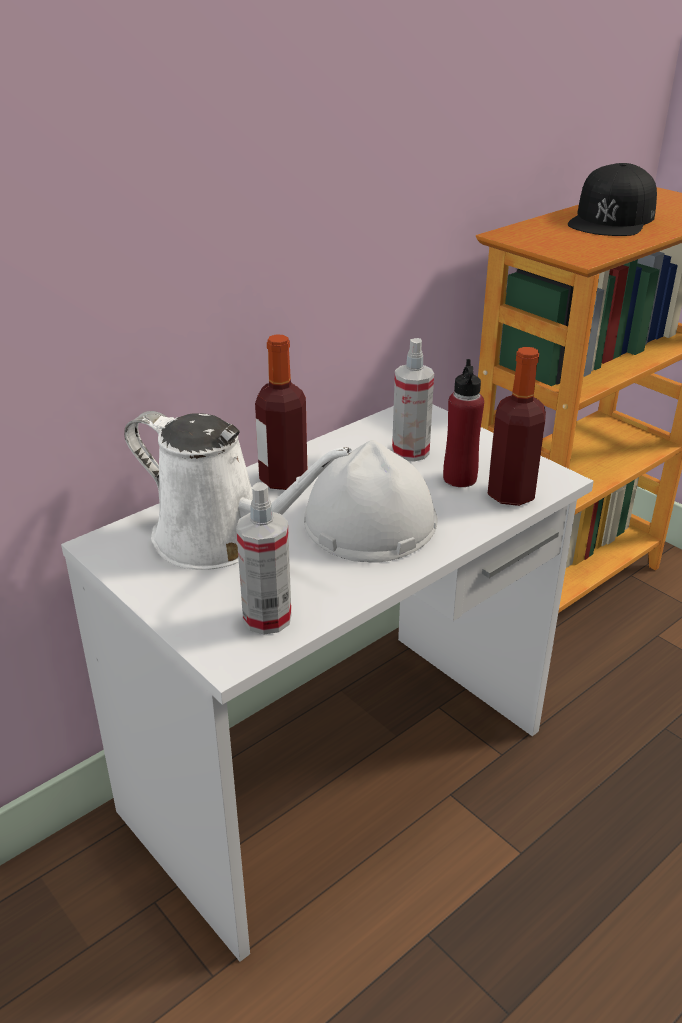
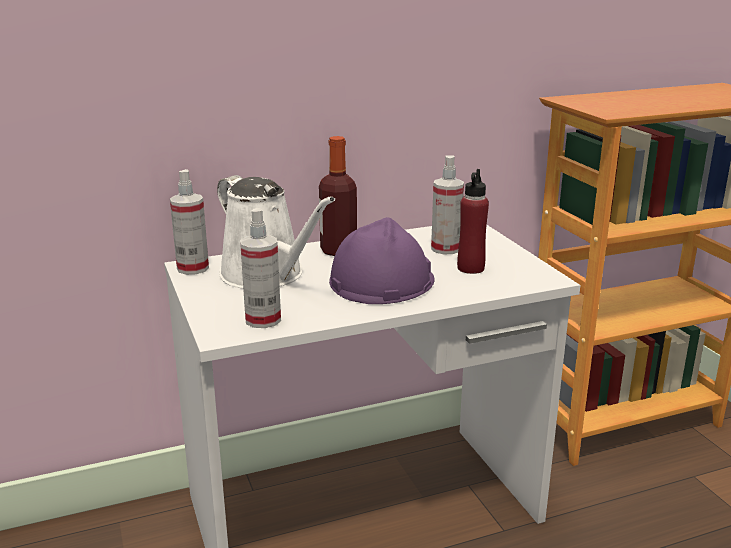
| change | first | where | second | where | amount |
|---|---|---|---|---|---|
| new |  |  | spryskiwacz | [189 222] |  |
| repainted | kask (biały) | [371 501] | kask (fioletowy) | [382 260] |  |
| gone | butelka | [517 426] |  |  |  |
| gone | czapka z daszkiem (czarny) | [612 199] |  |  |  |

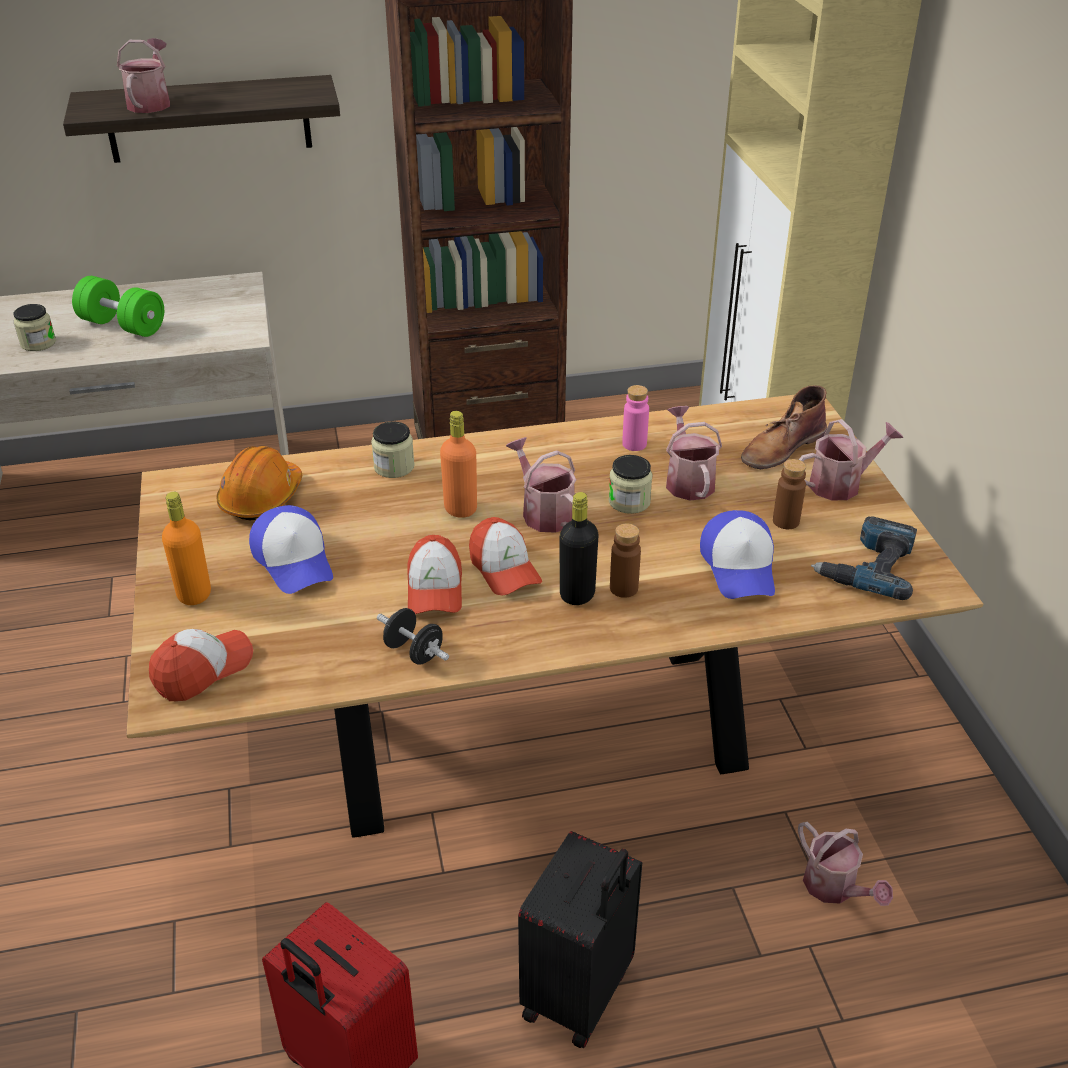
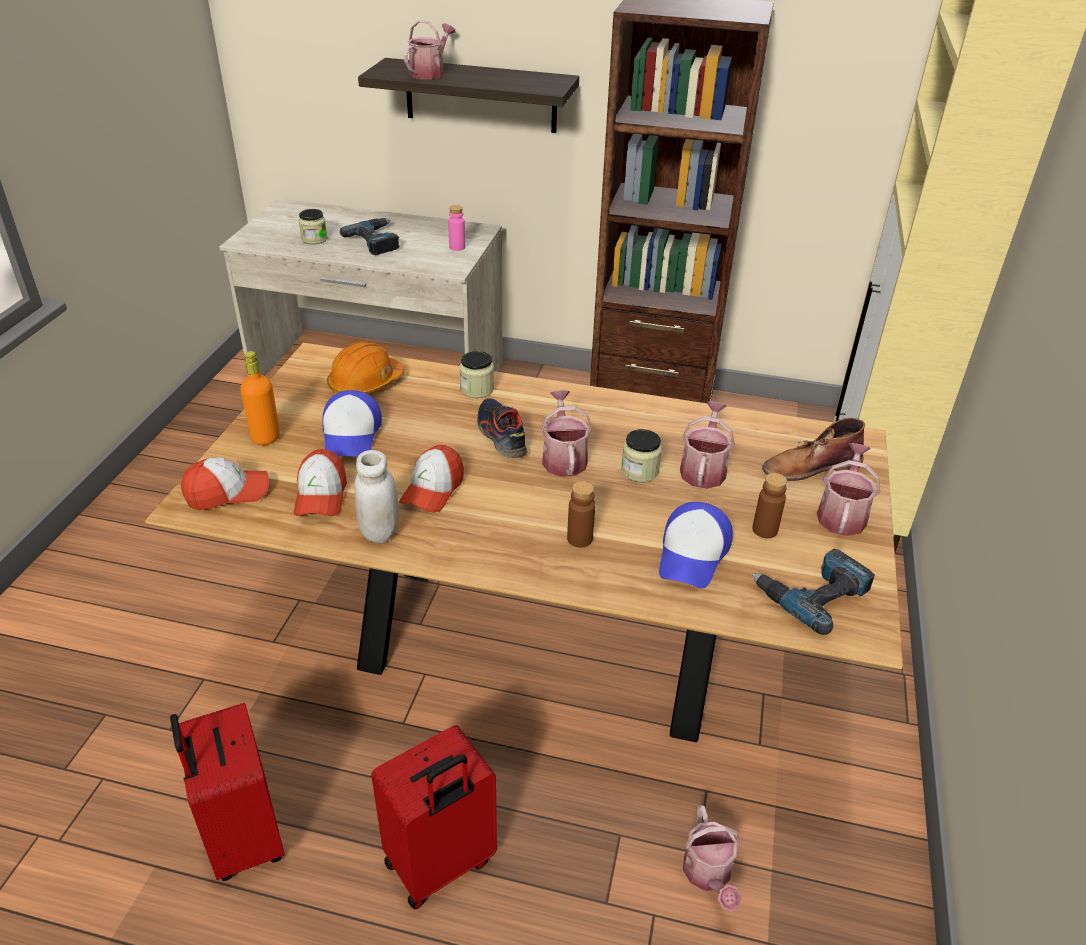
| change | first | where | second | where | amount |
|---|---|---|---|---|---|
| shifted | czapka z daszkiem | [505 556] |  | [320 482] |  |
| swapped | hantel (zielony) | [118 306] | wiertarka | [370 236] |  |
| swapped | hantel (czarny) | [413 636] | słoik (biały) | [377 496] |  |
| repainted | walizka (czarny) | [580 939] | walizka (czerwony) | [434 817] |  |
| shifted | butelka (różowy) | [635 418] |  | [456 228] |  |
| swapped | butelka (pomarańczowy) | [458 464] | but | [502 428] |  |
| rotated | konewka | [851 460] |  | [848 489] | 75 degrees counterclockwise |
| gone | butelka (czarny) | [579 548] |  |  |  |

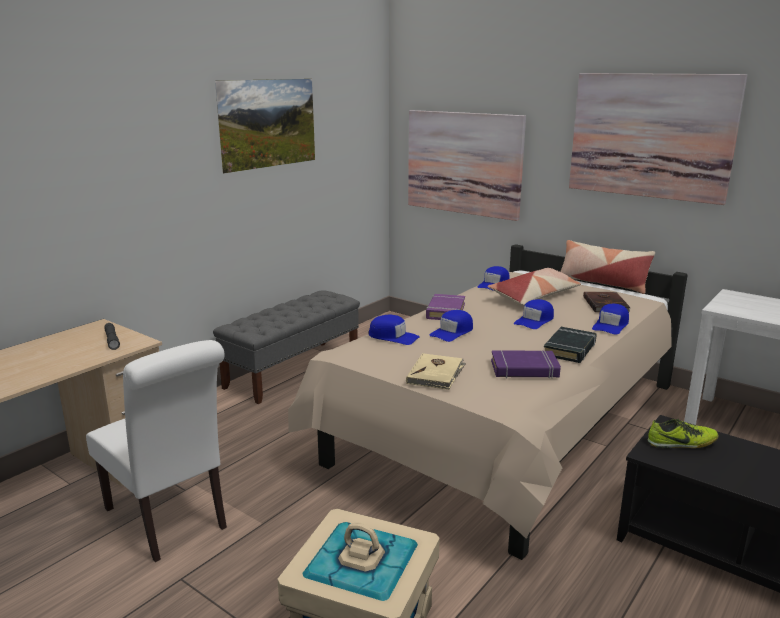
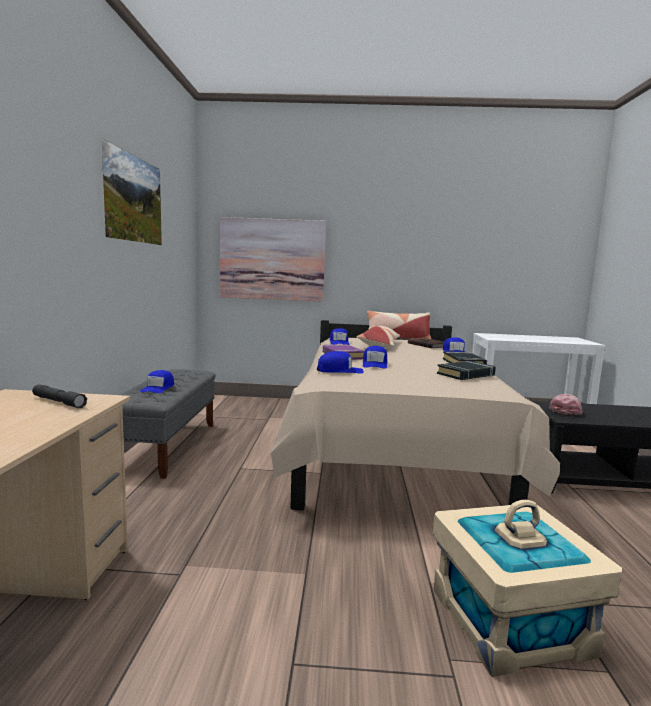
| change | first | where | second | where | amount |
|---|---|---|---|---|---|
| shifted | czapka z daszkiem (niebieski) | [534 314] |  | [157 381] |  |
| repainted | książka (fioletowy) | [526 364] | książka (czarny) | [466 370] |  |
| swapped | but | [683 433] | czapka z daszkiem (różowy) | [566 404] |  |
| gone | krzesło (biały) | [156 451] |  |  |  |
| gone | książka (beżowy) | [436 371] |  |  |  |
| gone | obraz | [658 139] |  |  |  |

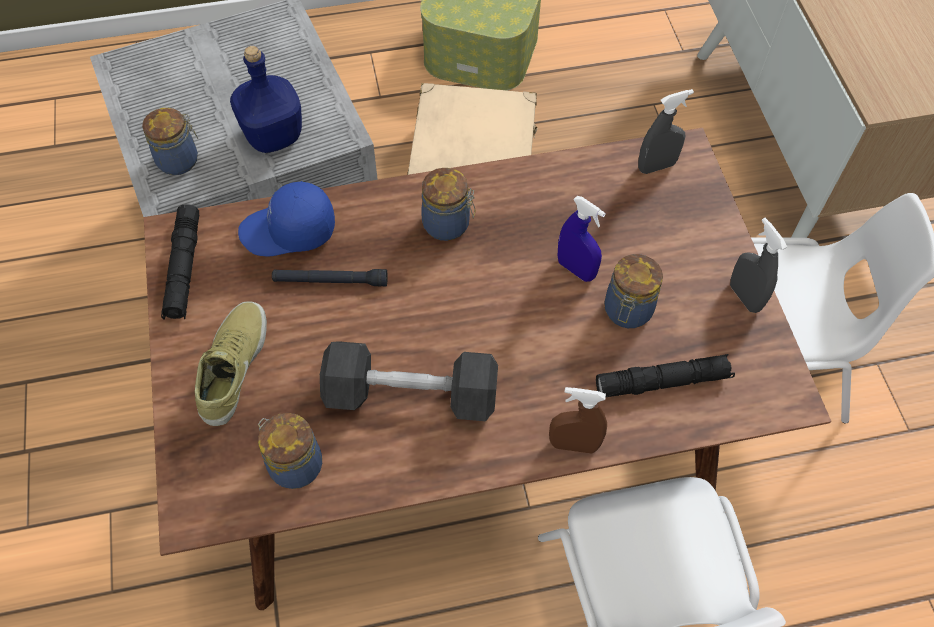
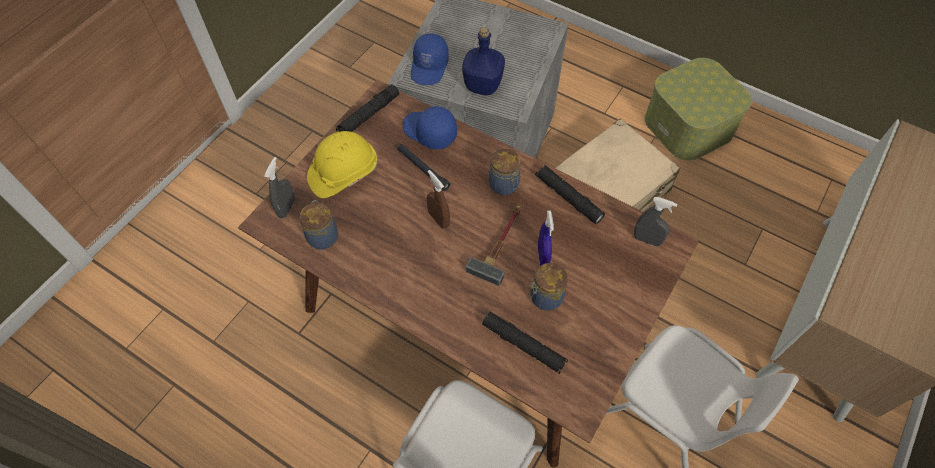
| change | first | where | second | where | amount |
|---|---|---|---|---|---|
| shifted | spryskiwacz (szary) | [758 265] |  | [279 187] |  |
| swapped | but (beżowy) | [230 363] | kask (żółty) | [342 164] |  |
| swapped | słoik | [170 141] | czapka z daszkiem (niebieski) | [430 59] |  |
| shifted | spryskiwacz (brązowy) | [578 420] |  | [438 199] |  |
| new |  |  | młotek | [493 246] |  |
| new |  |  | latarka (czarny) | [570 194] |  |
| gone | hantel (czarny) | [409 381] |  |  |  |

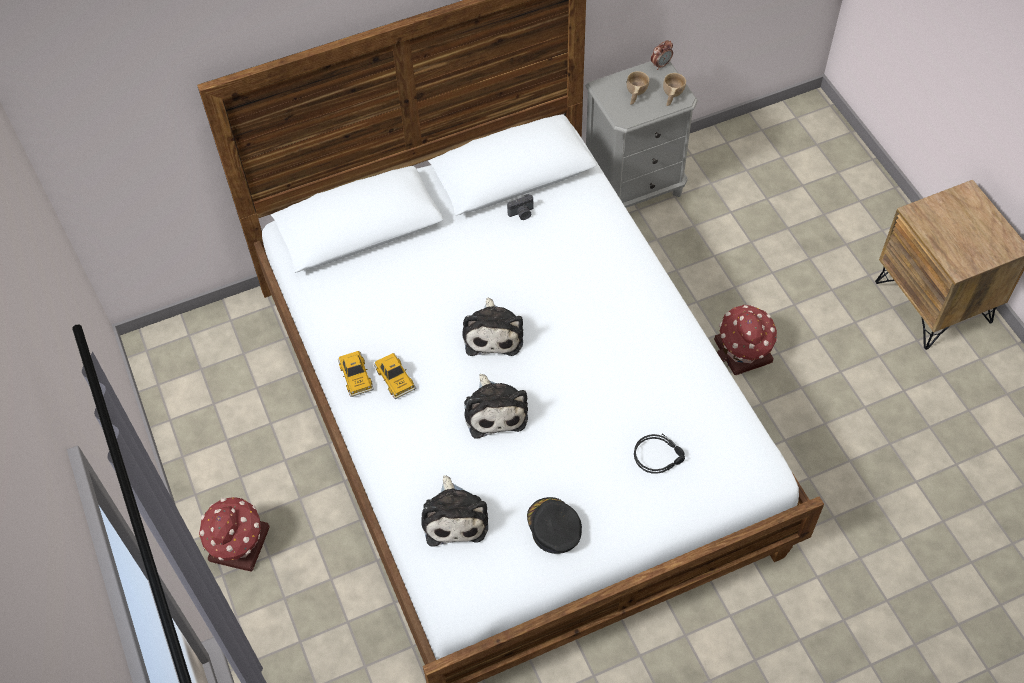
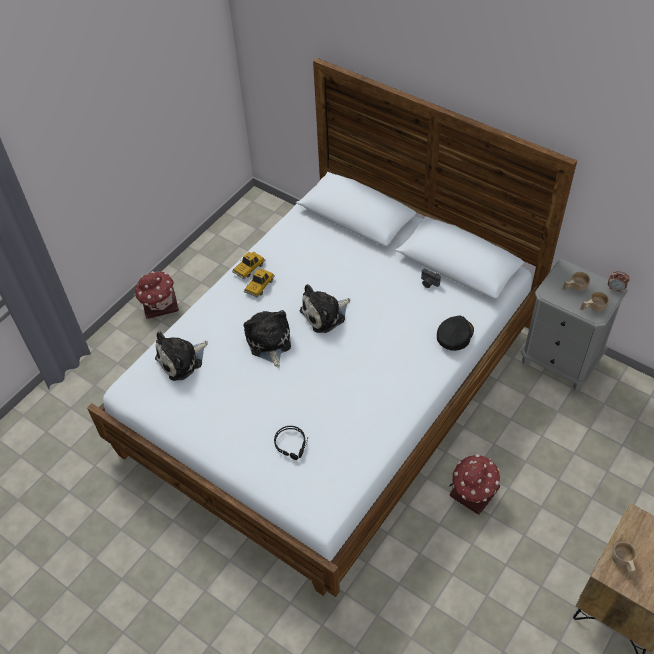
| change | first | where | second | where | amount |
|---|---|---|---|---|---|
| rotated | pluszak | [496 406] |  | [267 339] | 120 degrees clockwise |
| shifted | czapka z daszkiem (czarny) | [554 525] |  | [455 333] |  |
| new |  |  | filiżanka (beżowy) | [624 560] |  |

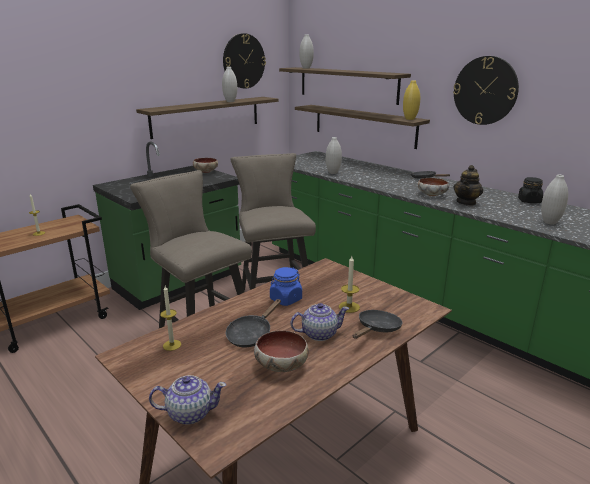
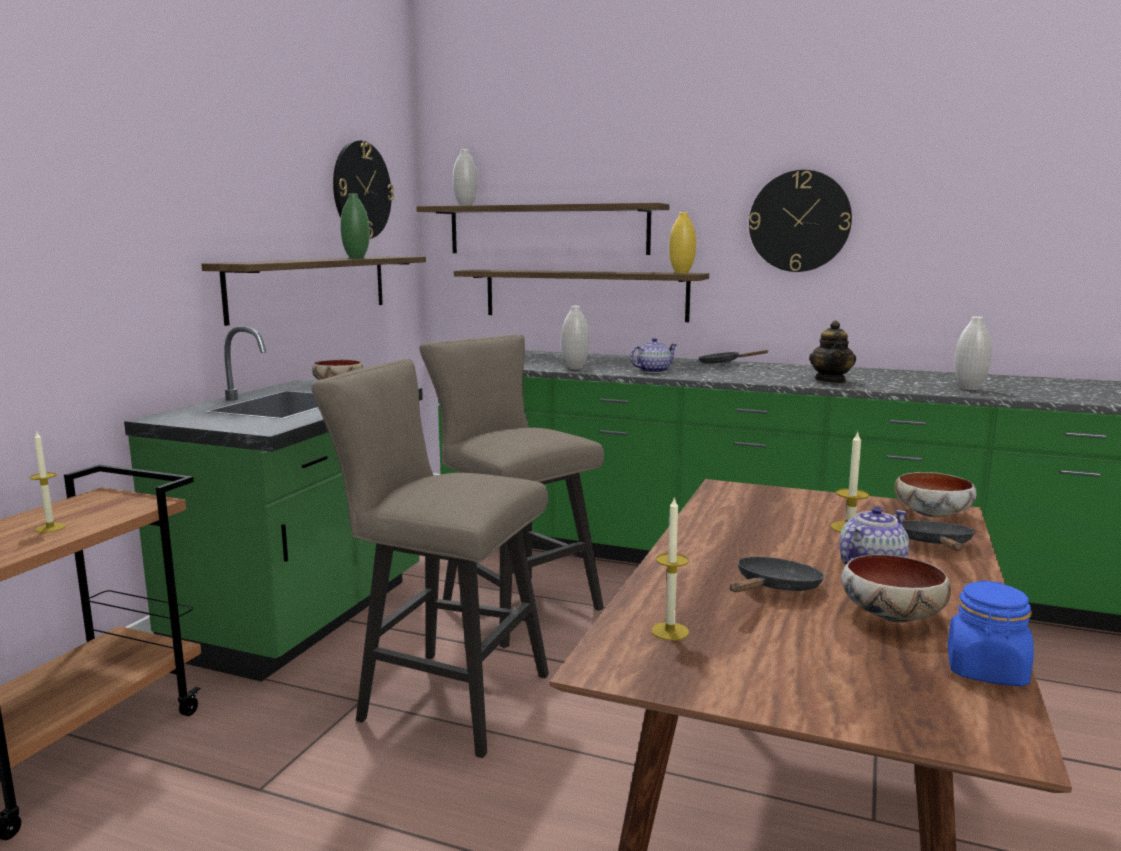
| change | first | where | second | where | amount |
|---|---|---|---|---|---|
| repainted | wazon (biały) | [229 84] | wazon (zielony) | [355 226] |  |
| shifted | imbryk | [187 400] |  | [653 355] |  |
| rotated | patelnia (czarny) | [253 323] |  | [777 574] | 150 degrees counterclockwise |
| shifted | miska | [433 187] |  | [936 495] |  |
| shifted | słoik (niebieski) | [286 286] |  | [990 633] |  |
| gone | słoik (czarny) | [530 190] |  |  |  |

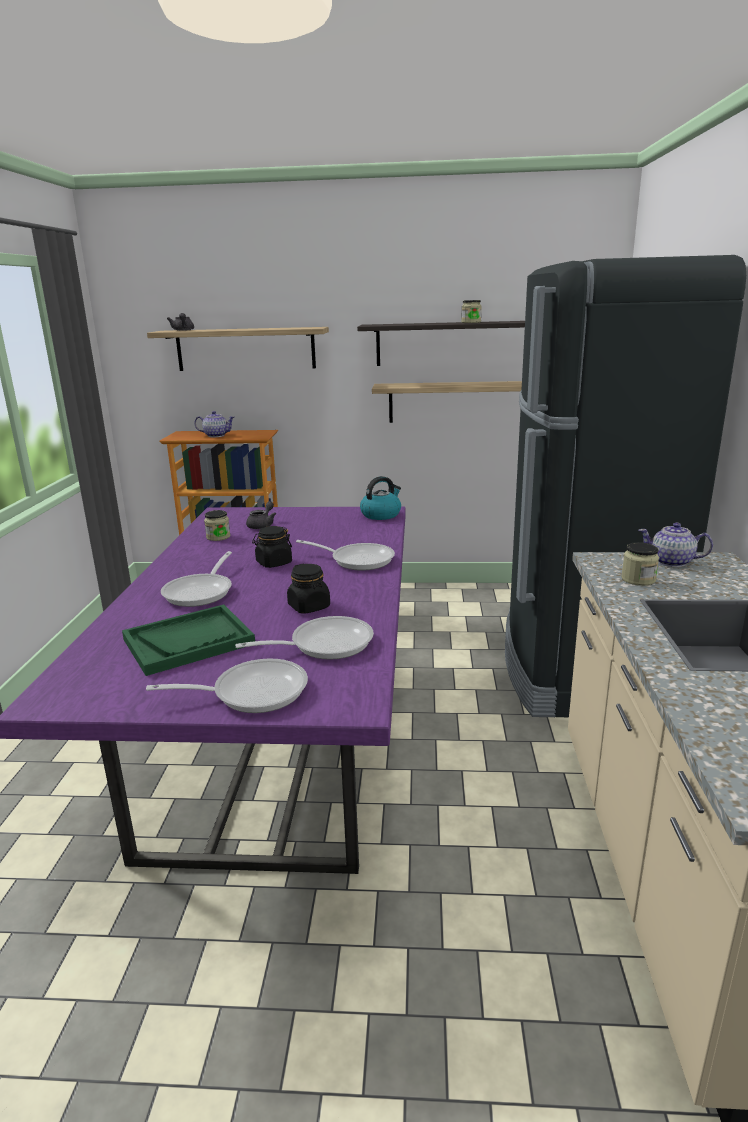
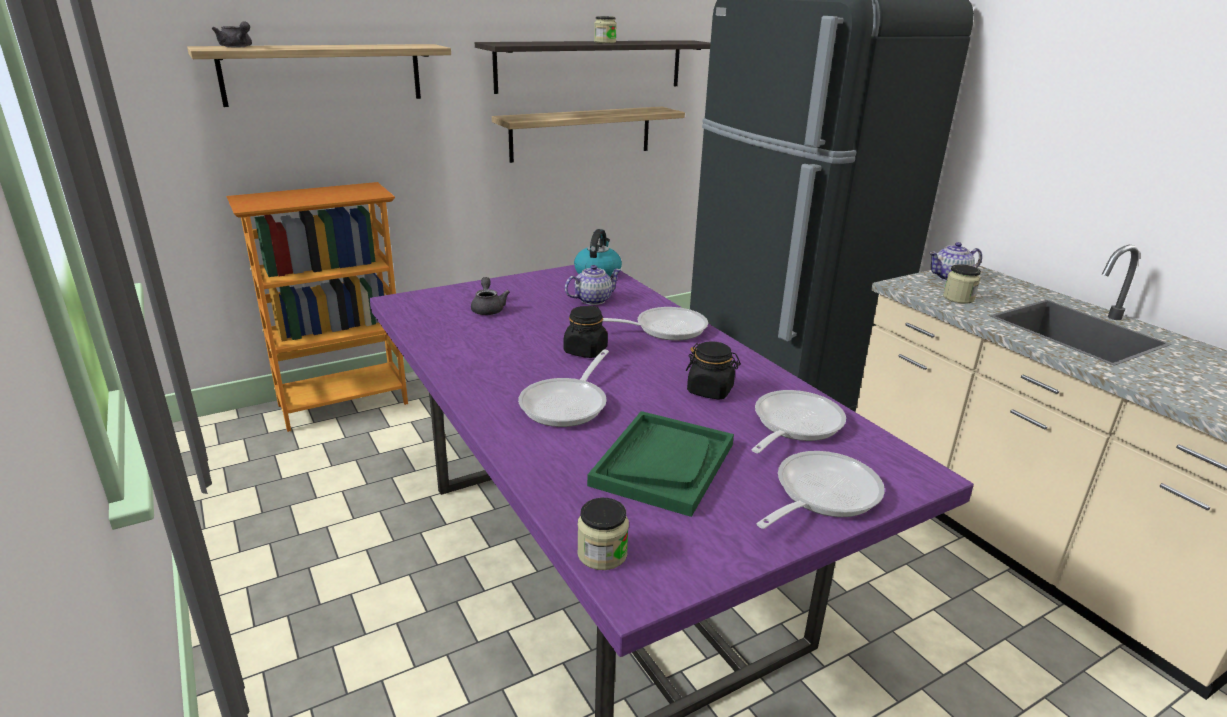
| change | first | where | second | where | amount |
|---|---|---|---|---|---|
| rotated | patelnia | [196 579] |  | [563 388] | 45 degrees clockwise |
| shifted | imbryk | [214 424] |  | [593 285] |  |
| shifted | słoik | [217 525] |  | [603 534] |  |

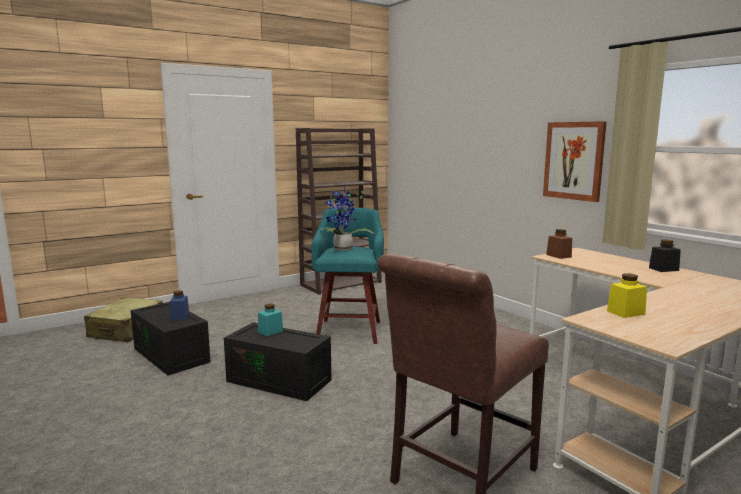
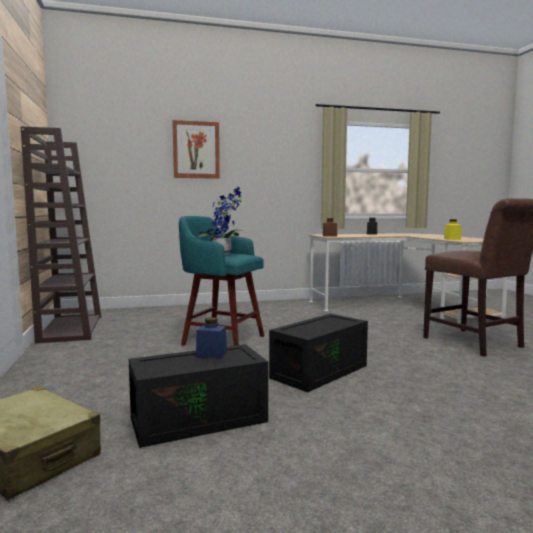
| change | first | where | second | where | amount |
|---|---|---|---|---|---|
| shifted | obraz | [575 161] |  | [196 149] |  |
| gone | słoik (turkusowy) | [270 319] |  |  |  |

